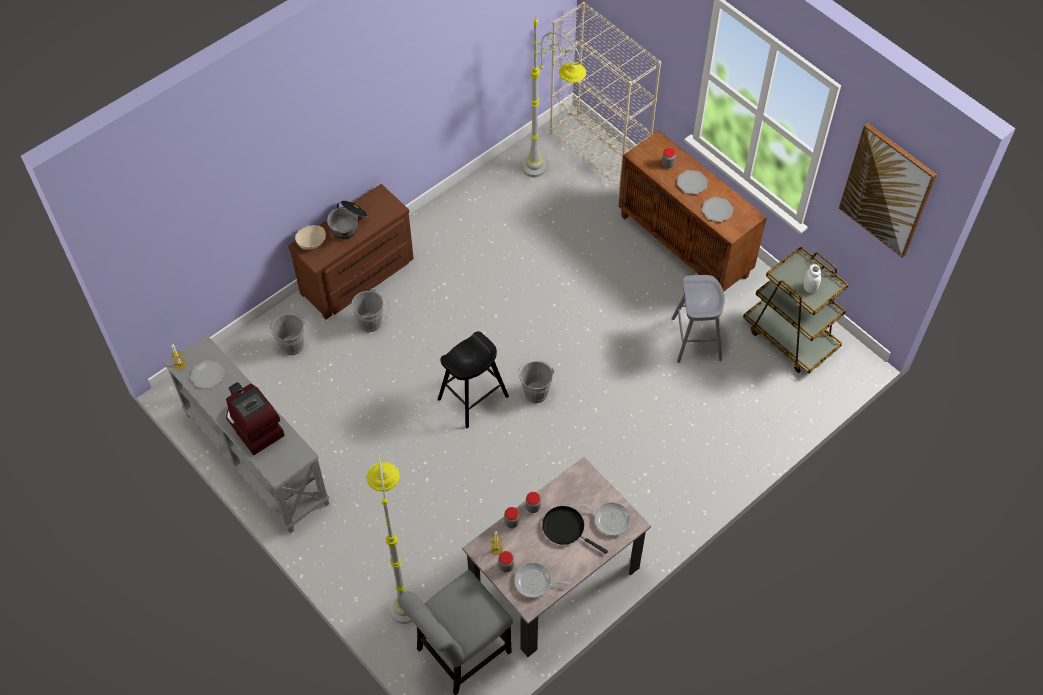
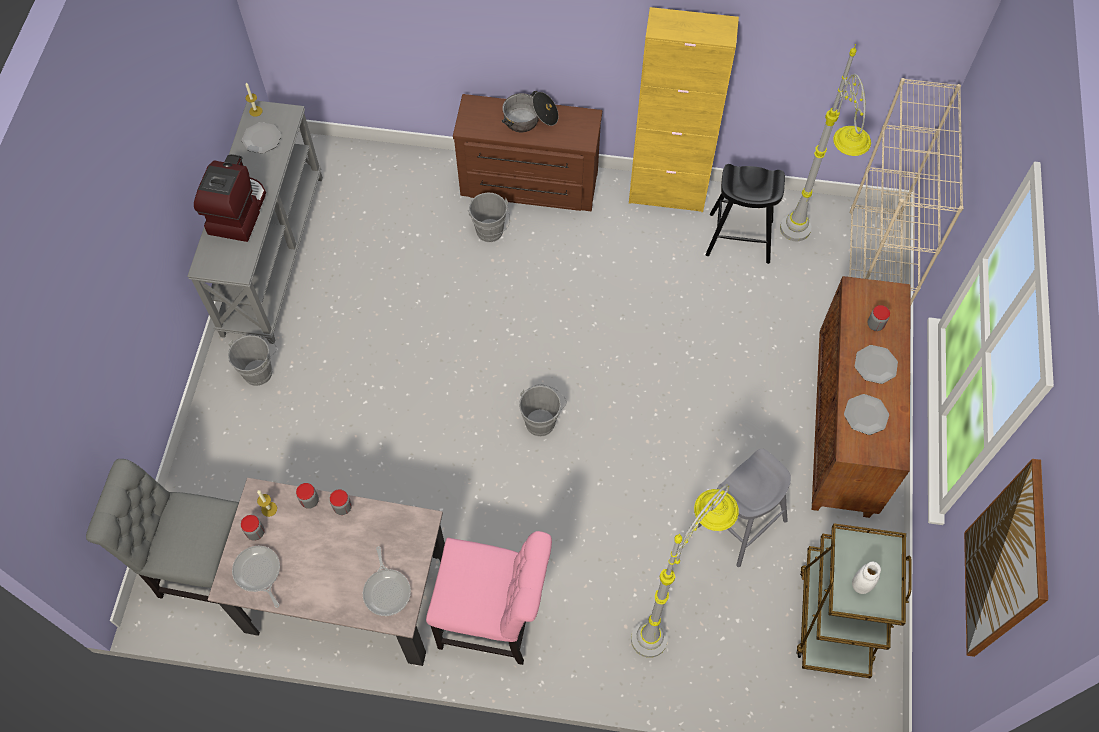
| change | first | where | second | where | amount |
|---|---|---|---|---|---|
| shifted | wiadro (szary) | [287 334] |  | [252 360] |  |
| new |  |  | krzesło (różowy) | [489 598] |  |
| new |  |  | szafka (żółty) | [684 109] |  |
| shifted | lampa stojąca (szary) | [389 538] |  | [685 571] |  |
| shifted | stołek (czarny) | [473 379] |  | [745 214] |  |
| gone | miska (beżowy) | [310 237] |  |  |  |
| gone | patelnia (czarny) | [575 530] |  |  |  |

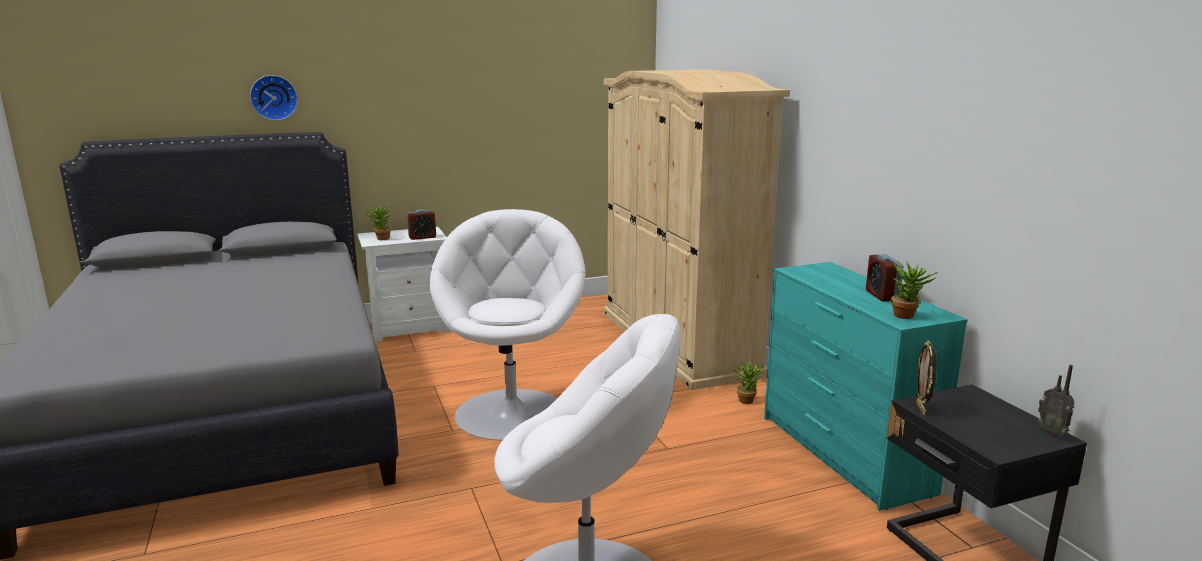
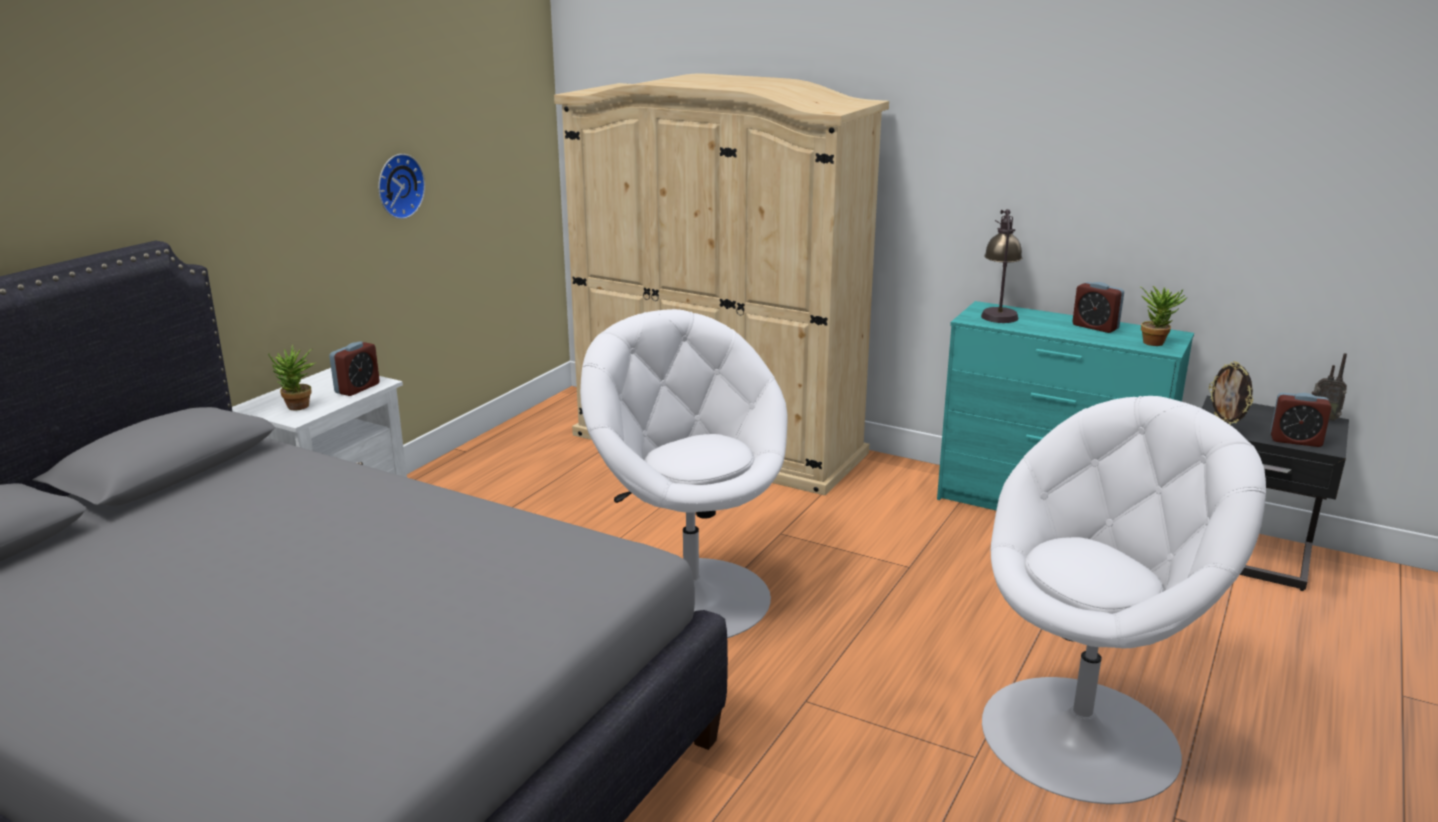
| change | first | where | second | where | amount |
|---|---|---|---|---|---|
| shifted | zegar ścienny | [274 98] |  | [401 186] |  |
| new |  |  | lampa stołowa | [1001 266] |  |
| new |  |  | budzik | [1301 419] |  |
| gone | roślina doniczkowa | [748 383] |  |  |  |

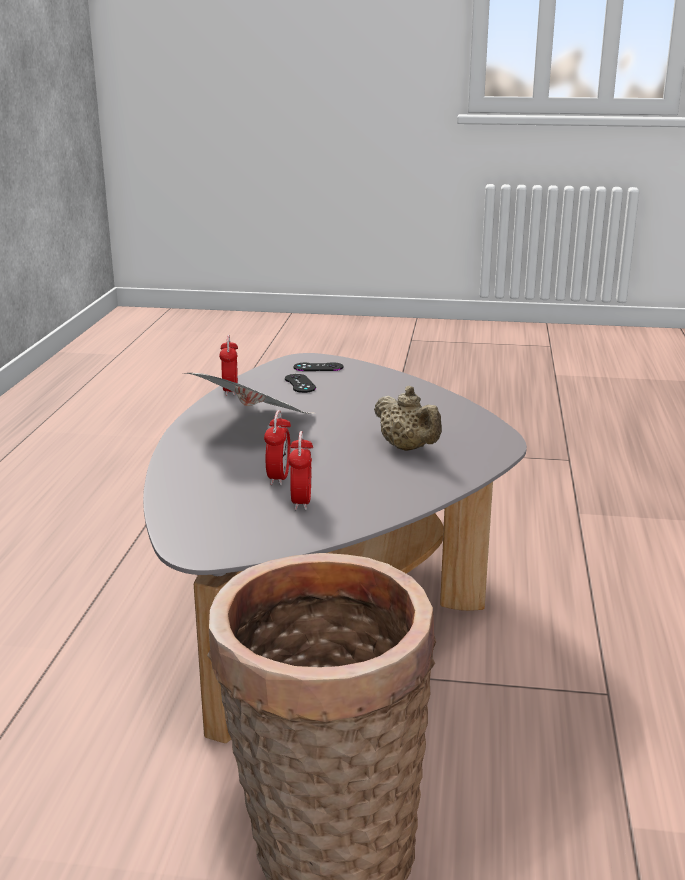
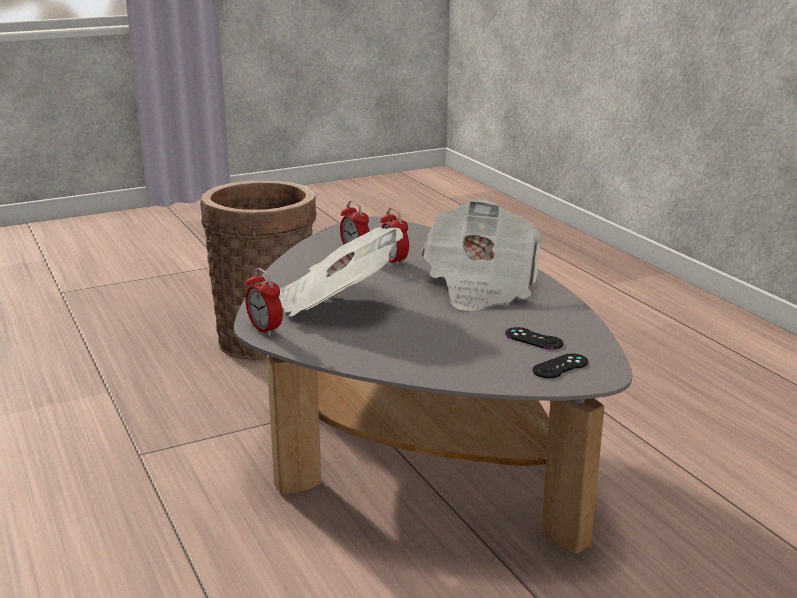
| change | first | where | second | where | amount |
|---|---|---|---|---|---|
| shifted | budzik | [228 365] |  | [264 302] |  |
| swapped | imbryk (beżowy) | [408 418] | gazeta | [341 272] |  |

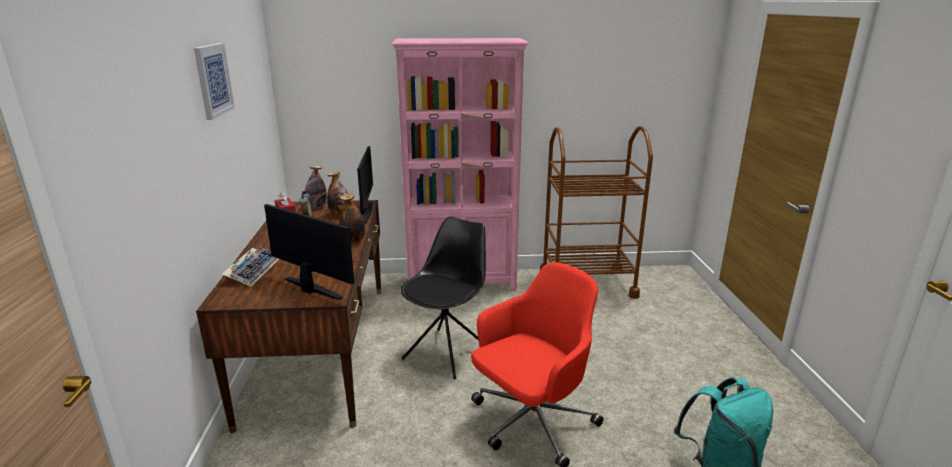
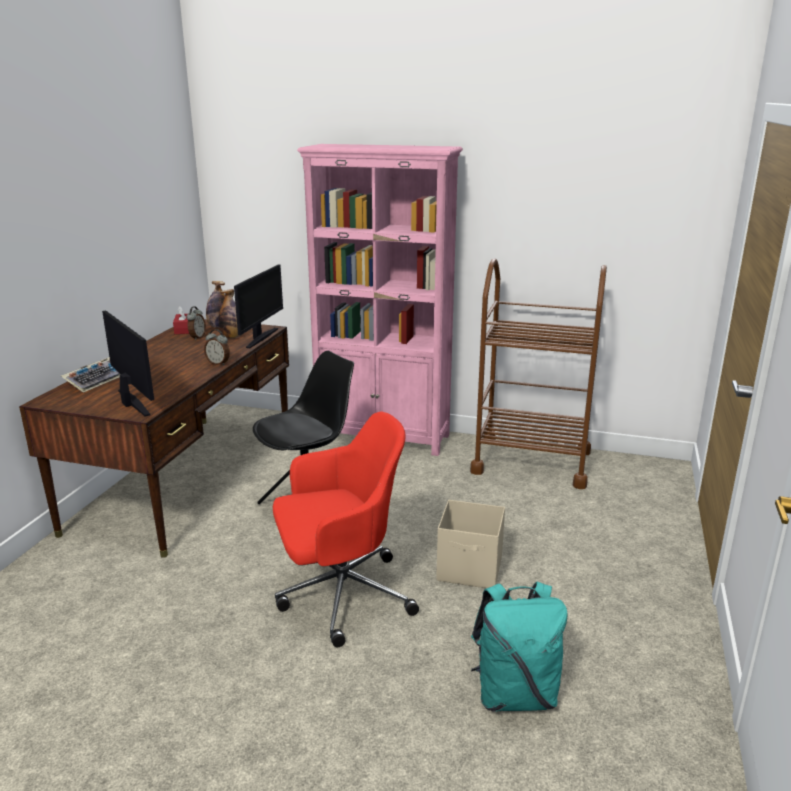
| change | first | where | second | where | amount |
|---|---|---|---|---|---|
| swapped | butelka | [352 218] | budzik | [217 347] |  |
| new |  |  | pojemnik do przechowywania (beżowy) | [470 544] |  |
| gone | obraz | [214 81] |  |  |  |

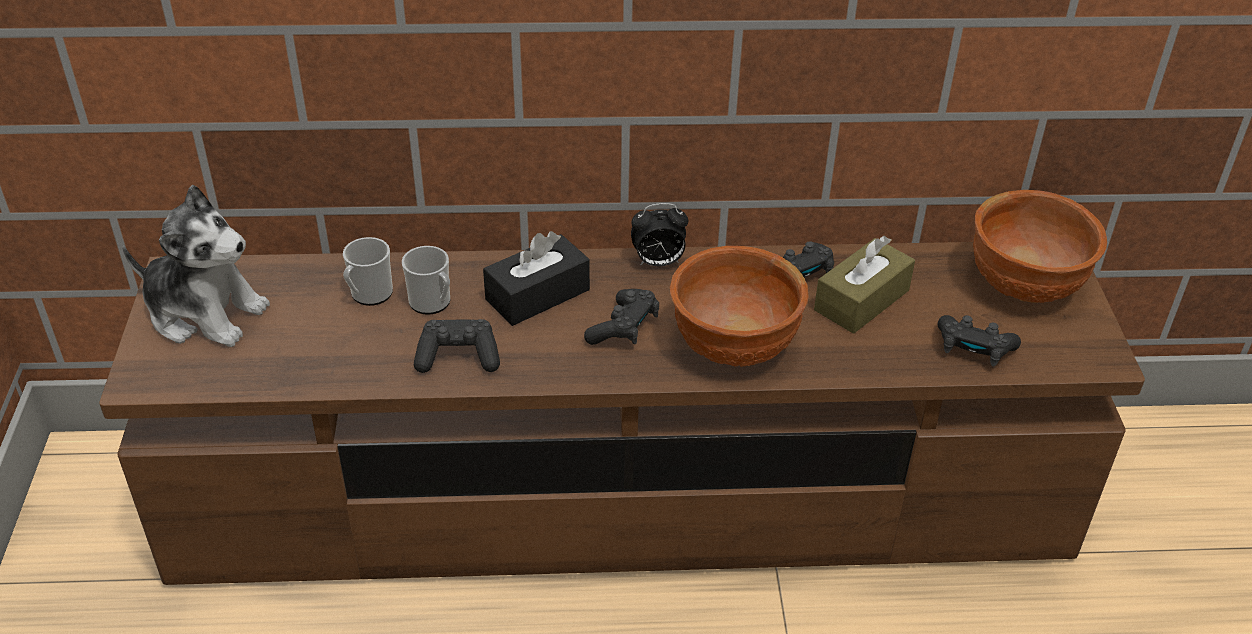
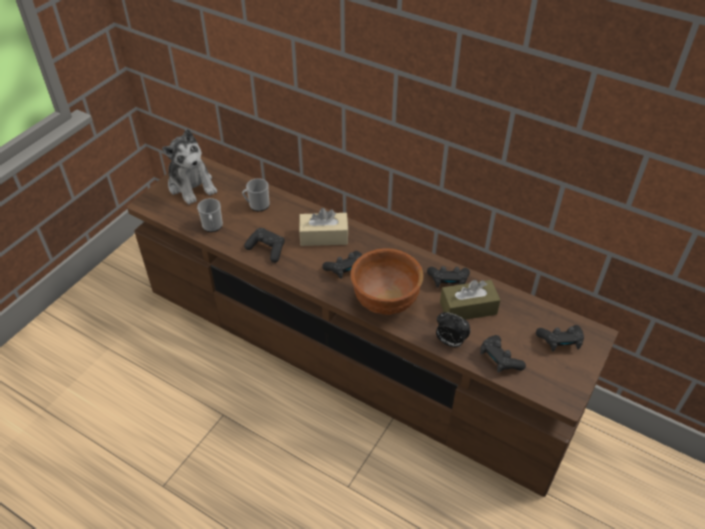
| change | first | where | second | where | amount |
|---|---|---|---|---|---|
| shifted | kubek | [426 280] |  | [210 215] |  |
| repainted | pudełko chusteczek (czarny) | [536 278] | pudełko chusteczek (beżowy) | [324 227] |  |
| shifted | budzik | [659 234] |  | [453 329] |  |
| swapped | miska (brązowy) | [1040 246] | pad do gier (czarny) | [560 338] |  |

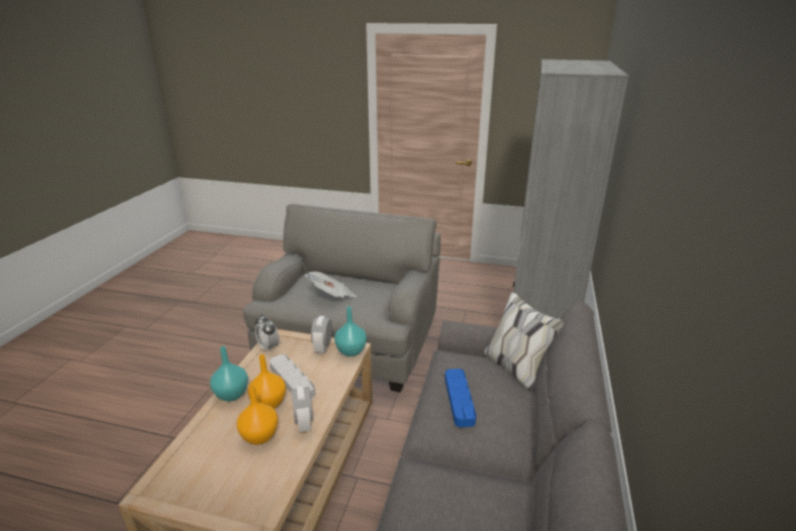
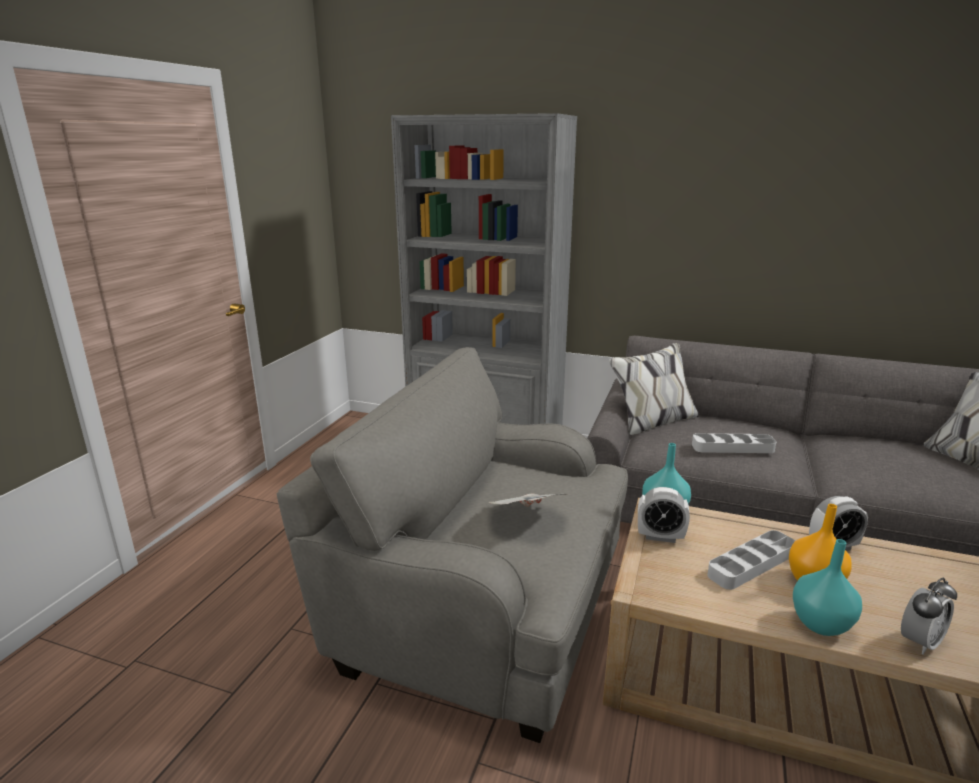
| change | first | where | second | where | amount |
|---|---|---|---|---|---|
| repainted | taca (niebieski) | [460 398] | taca (szary) | [734 443] |  |
| shifted | budzik | [267 333] |  | [929 616] |  |
| gone | wazon (pomarańczowy) | [257 415] |  |  |  |

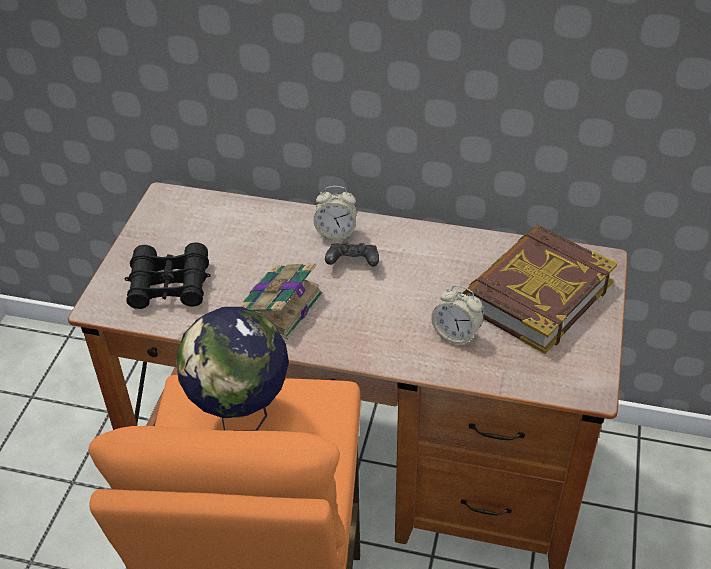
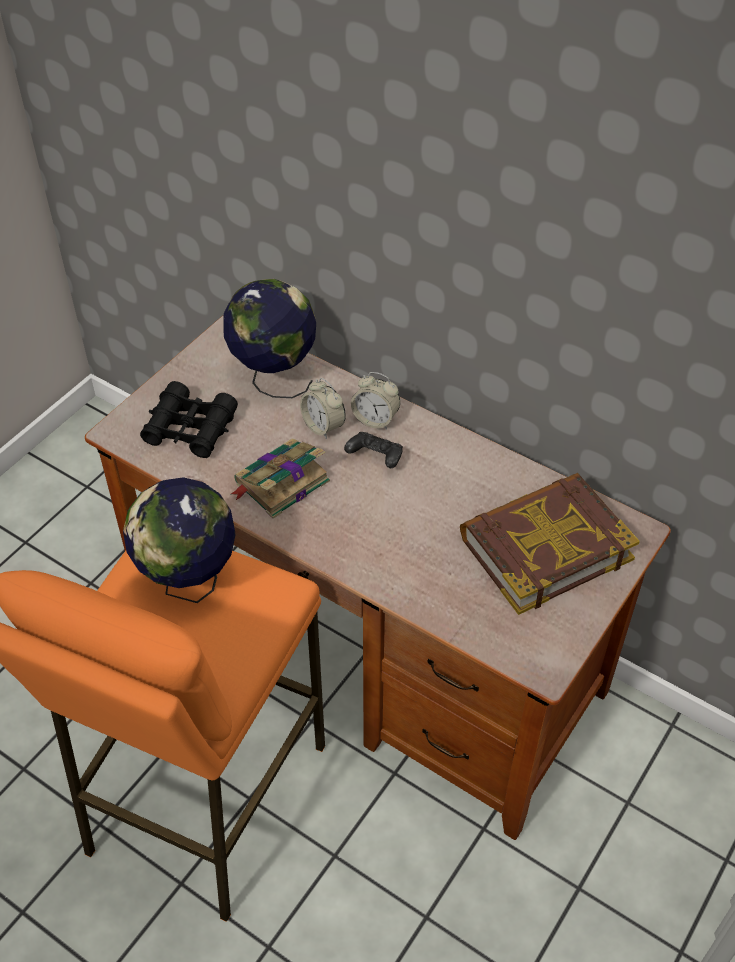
| change | first | where | second | where | amount |
|---|---|---|---|---|---|
| new |  |  | globus | [269 338] |  |
| shifted | budzik | [457 315] |  | [323 408] |  |

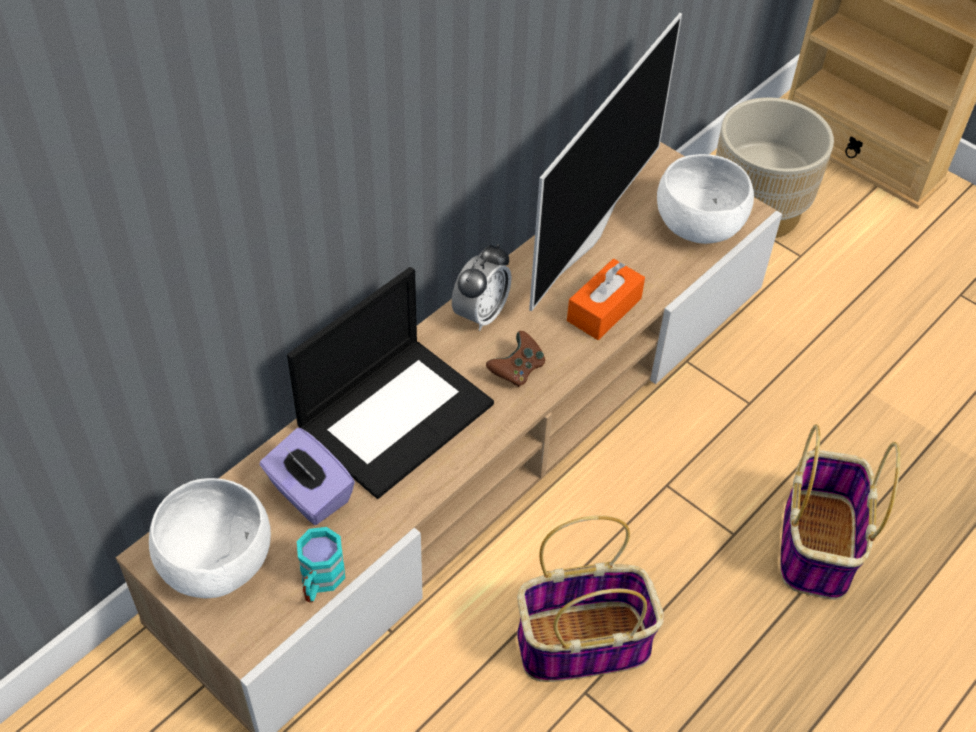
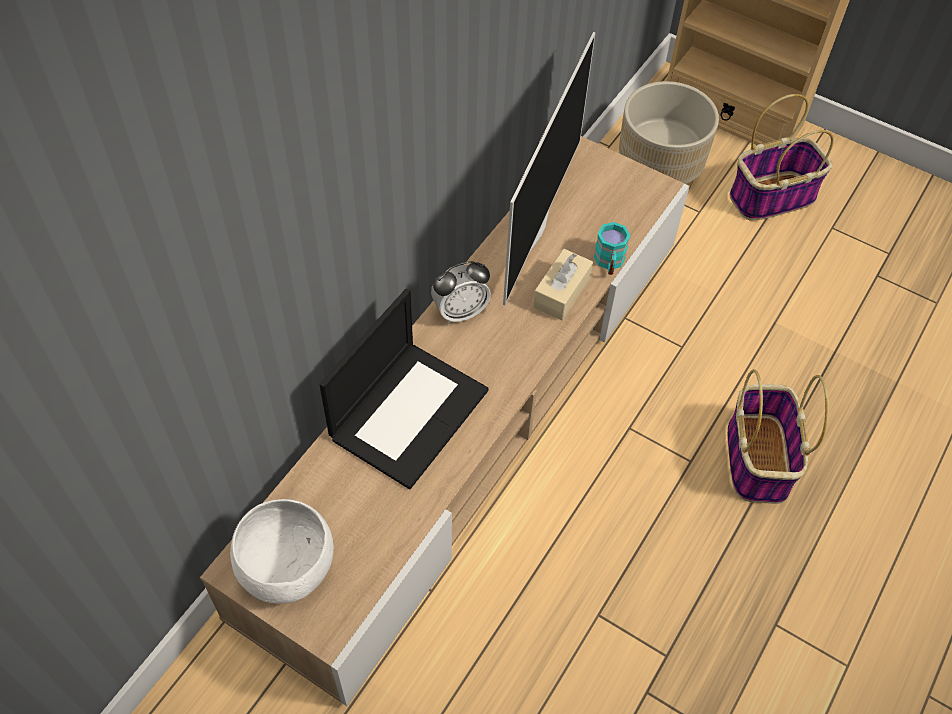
| change | first | where | second | where | amount |
|---|---|---|---|---|---|
| rotated | budzik | [481 287] |  | [461 292] | 45 degrees clockwise |
| repainted | pudełko chusteczek (pomarańczowy) | [606 299] | pudełko chusteczek (beżowy) | [563 284] |  |
| shifted | kubek (turkusowy) | [321 564] |  | [612 248] |  |
| shifted | koszyk | [590 598] |  | [781 157] |  |
| gone | pudełko chusteczek (fioletowy) | [307 476] |  |  |  |
| gone | pad do gier (brązowy) | [515 359] |  |  |  |
| gone | miska (biały) | [705 199] |  |  |  |

